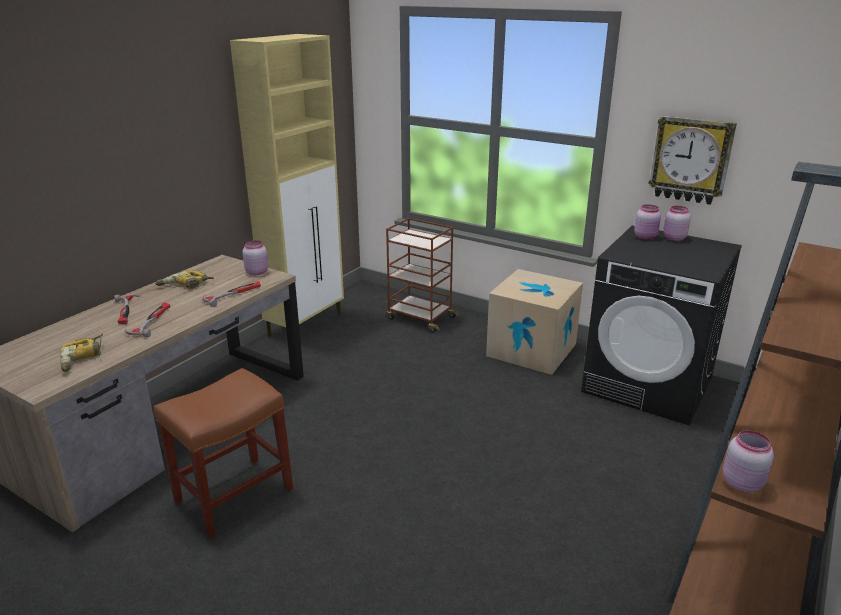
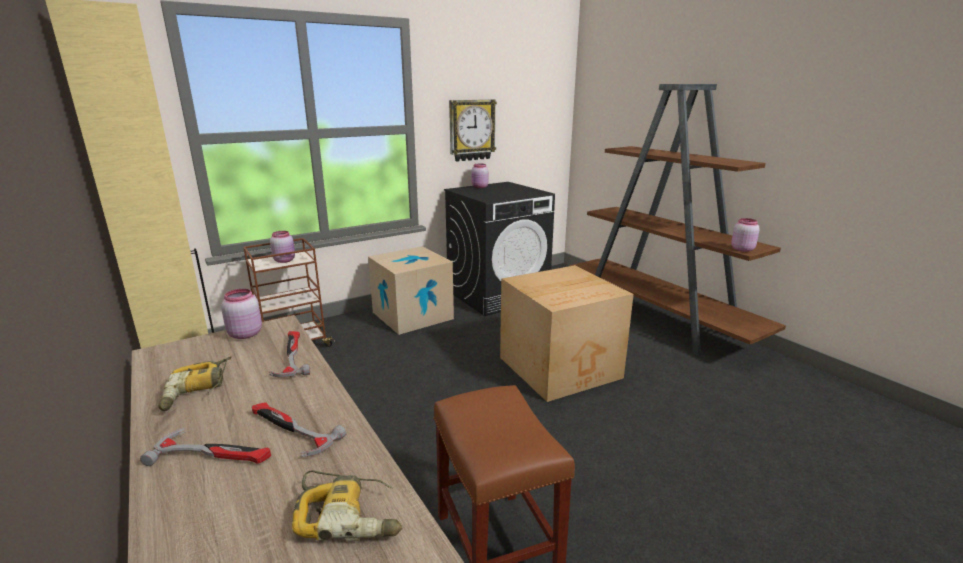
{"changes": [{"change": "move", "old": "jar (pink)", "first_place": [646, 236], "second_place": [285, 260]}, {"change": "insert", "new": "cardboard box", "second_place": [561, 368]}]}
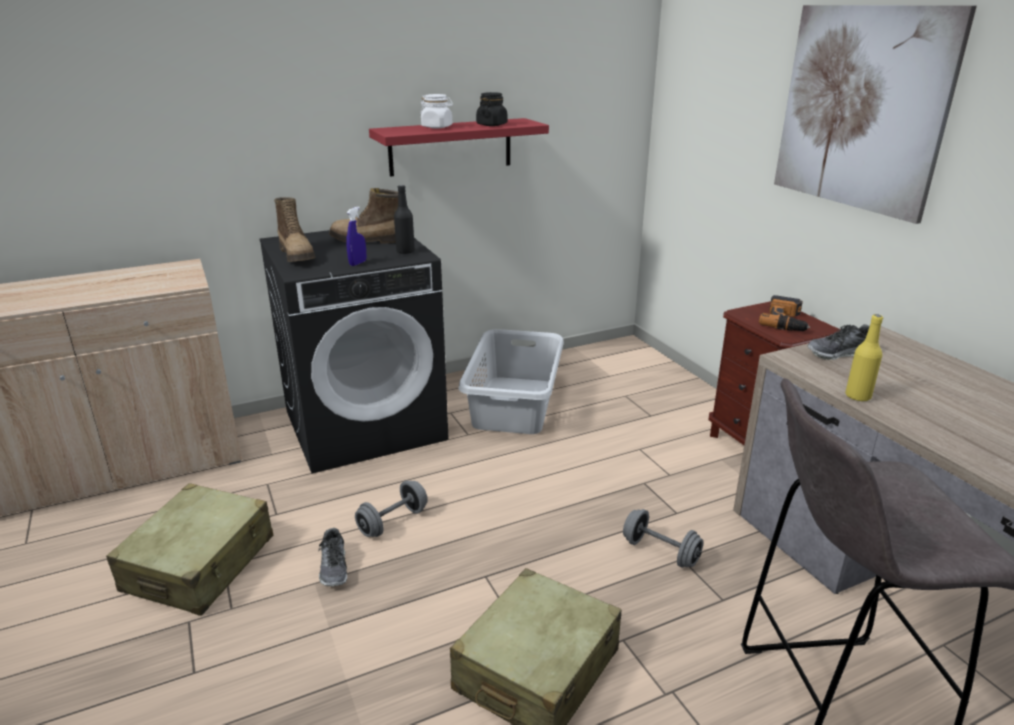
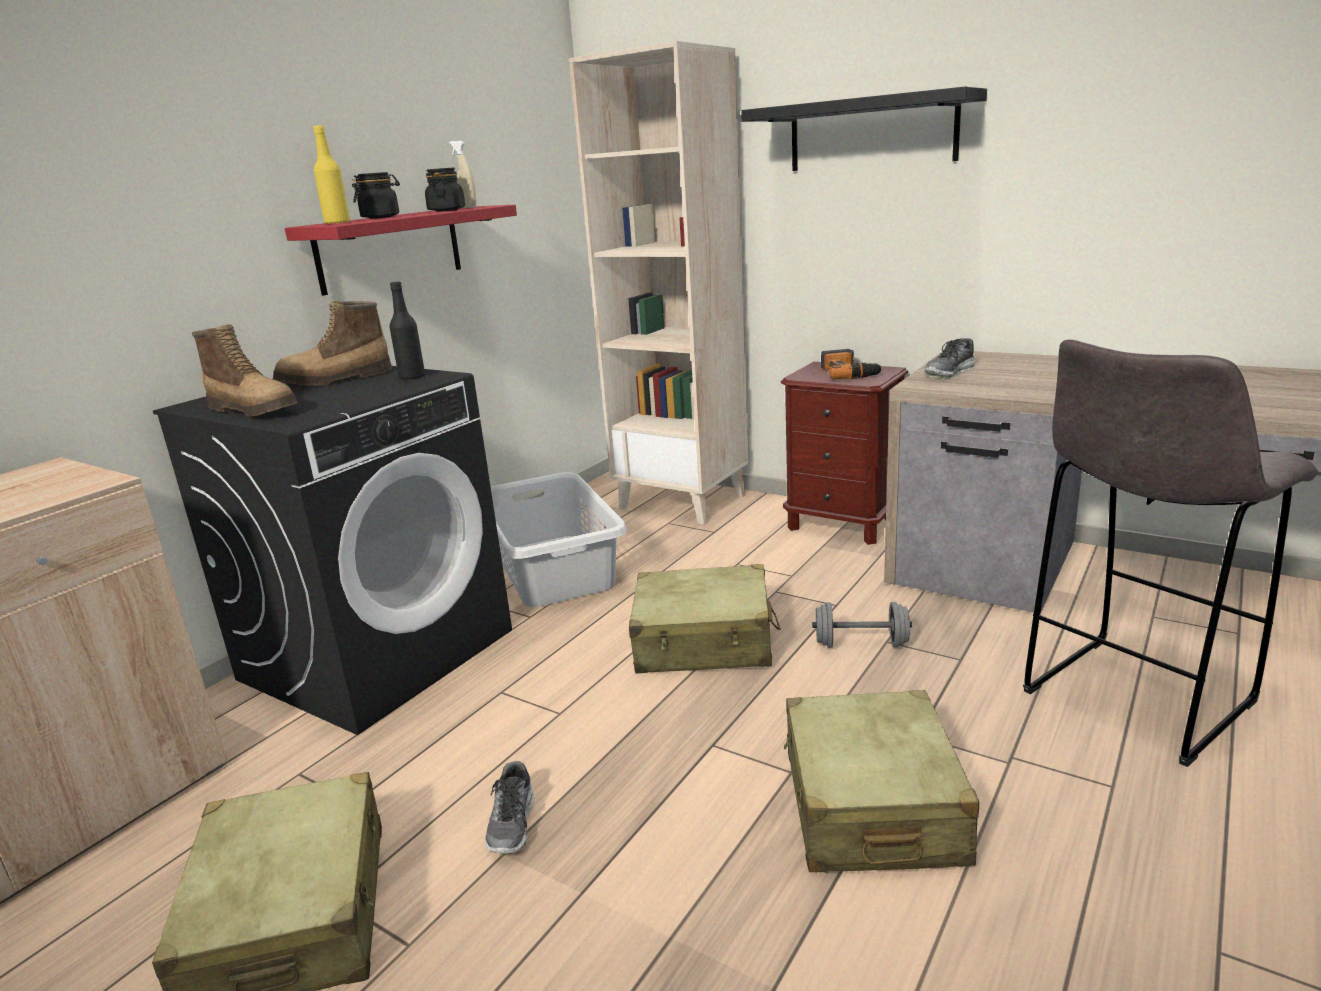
{"changes": [{"change": "rotate", "old": "shoe", "first_place": [334, 568], "second_place": [512, 823], "degrees": 45}, {"change": "delete", "old": "spray bottle (blue)", "first_place": [358, 263]}, {"change": "delete", "old": "dumbbell (grey)", "first_place": [393, 522]}, {"change": "recolor", "old": "jar (white)", "new": "jar (black)", "first_place": [437, 127], "second_place": [381, 217]}, {"change": "replace", "old": "picture", "new": "shelf (black)", "first_place": [861, 109], "second_place": [872, 133]}, {"change": "move", "old": "bottle (yellow)", "first_place": [857, 396], "second_place": [337, 223]}, {"change": "insert", "new": "spray bottle (beige)", "second_place": [466, 208]}, {"change": "insert", "new": "bookcase (beige)", "second_place": [683, 501]}, {"change": "insert", "new": "suitcase (beige)", "second_place": [704, 642]}]}
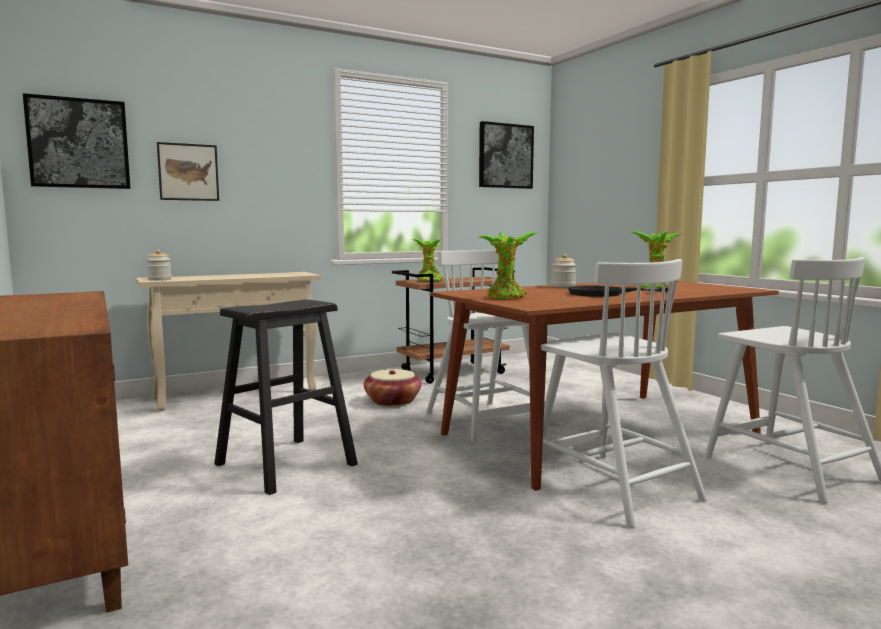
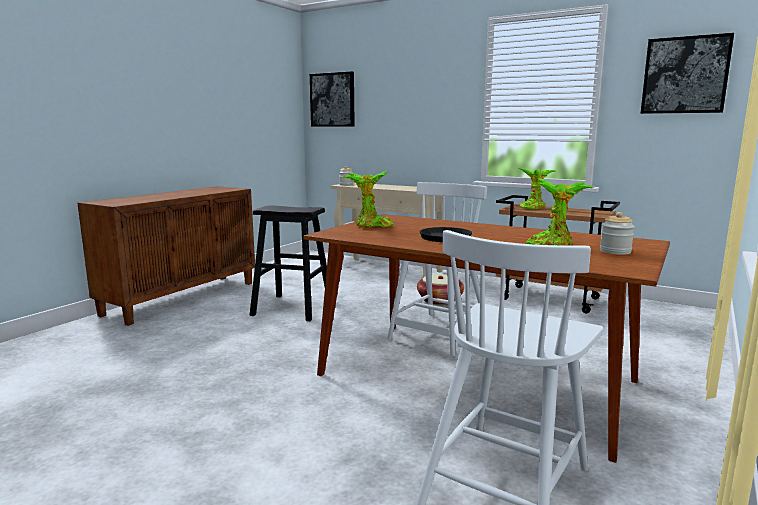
{"changes": [{"change": "delete", "old": "picture", "first_place": [188, 172]}, {"change": "delete", "old": "chair (white)", "first_place": [611, 486]}, {"change": "move", "old": "jar", "first_place": [563, 286], "second_place": [615, 251]}]}
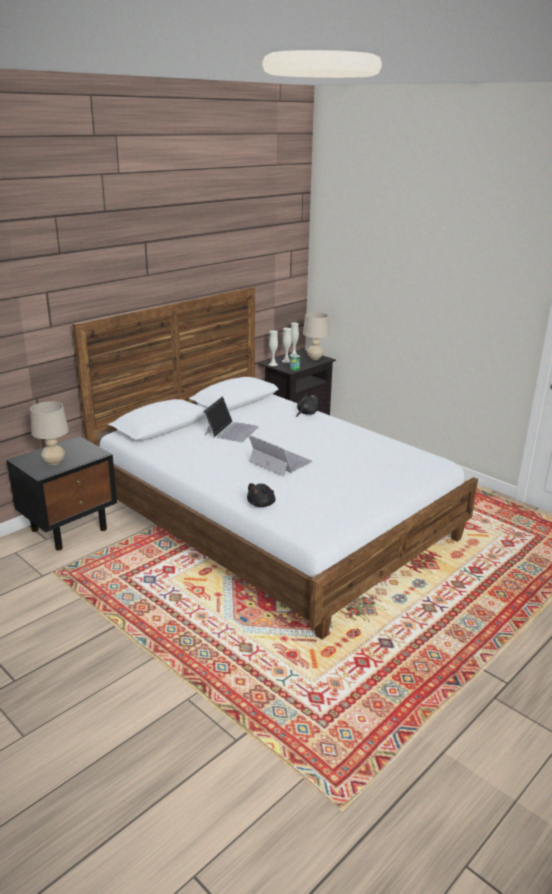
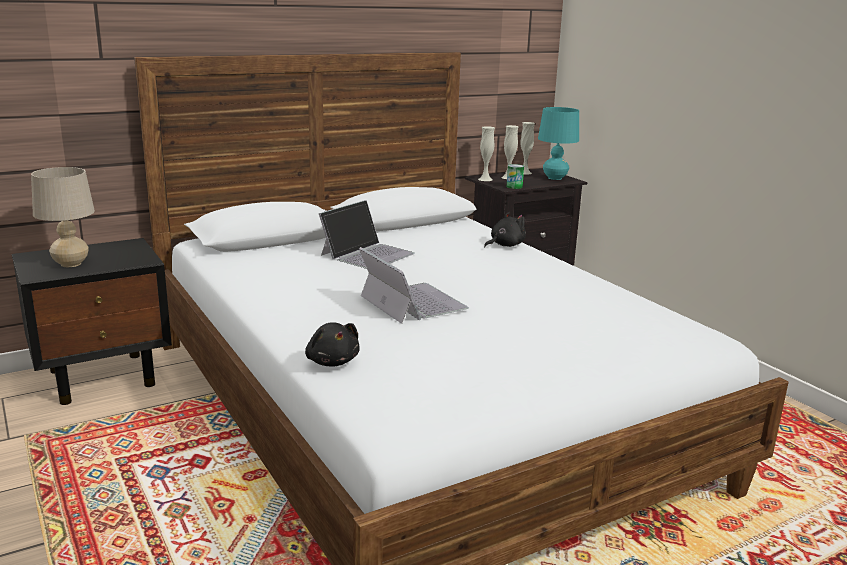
{"changes": [{"change": "rotate", "old": "plush toy (black)", "first_place": [262, 504], "second_place": [332, 361], "degrees": -75}, {"change": "recolor", "old": "table lamp (beige)", "new": "table lamp (turquoise)", "first_place": [314, 358], "second_place": [555, 178]}]}
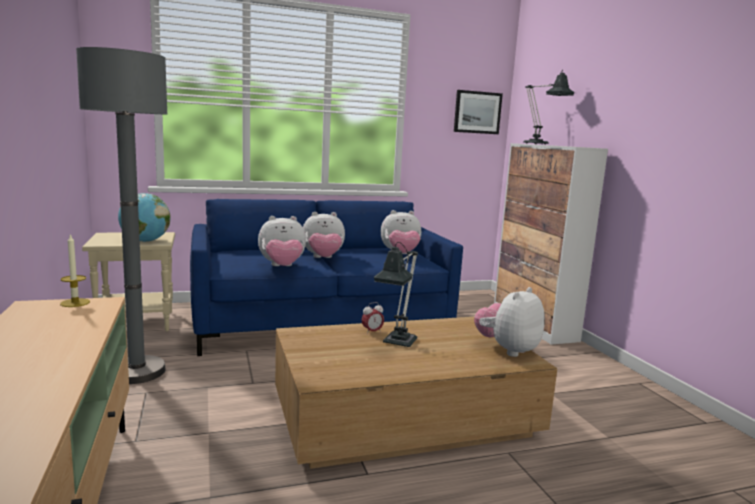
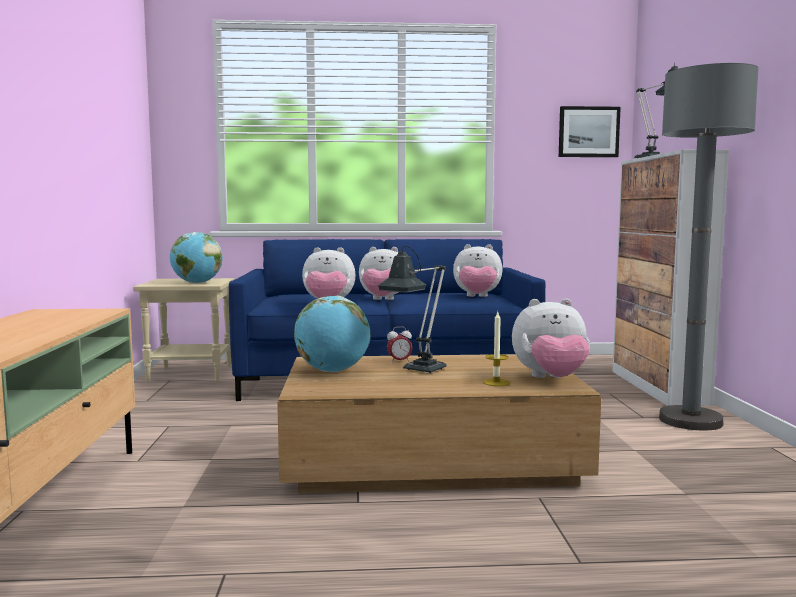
{"changes": [{"change": "move", "old": "candle", "first_place": [75, 303], "second_place": [496, 382]}, {"change": "move", "old": "floor lamp (grey)", "first_place": [137, 372], "second_place": [690, 421]}, {"change": "rotate", "old": "plush toy", "first_place": [507, 350], "second_place": [551, 379], "degrees": -150}, {"change": "insert", "new": "globe", "second_place": [333, 371]}]}
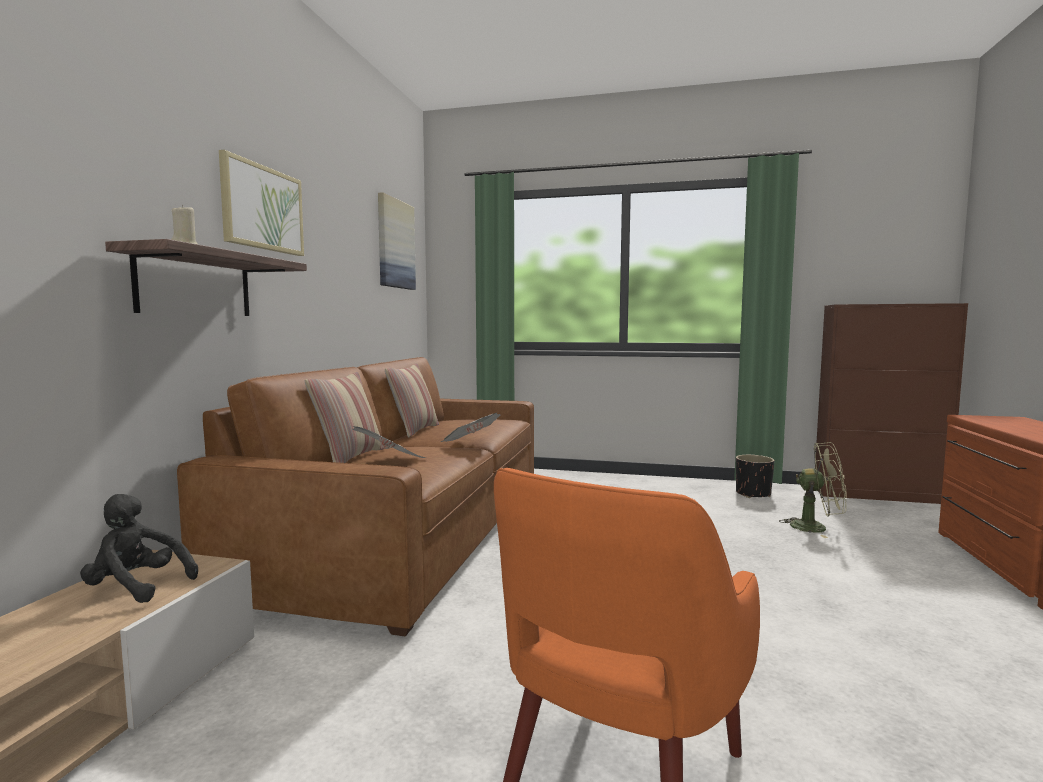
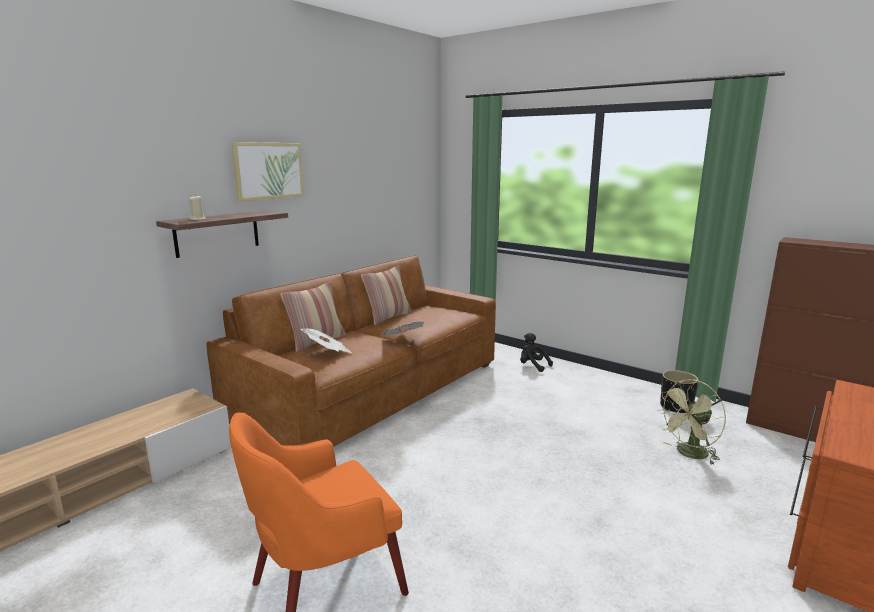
{"changes": [{"change": "move", "old": "plush toy (black)", "first_place": [136, 587], "second_place": [533, 366]}, {"change": "delete", "old": "picture", "first_place": [395, 244]}, {"change": "rotate", "old": "fan (green)", "first_place": [816, 528], "second_place": [689, 454], "degrees": 105}]}
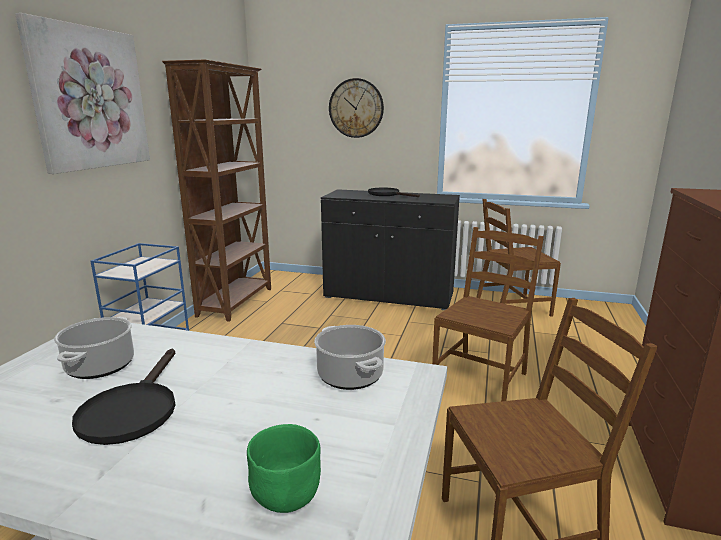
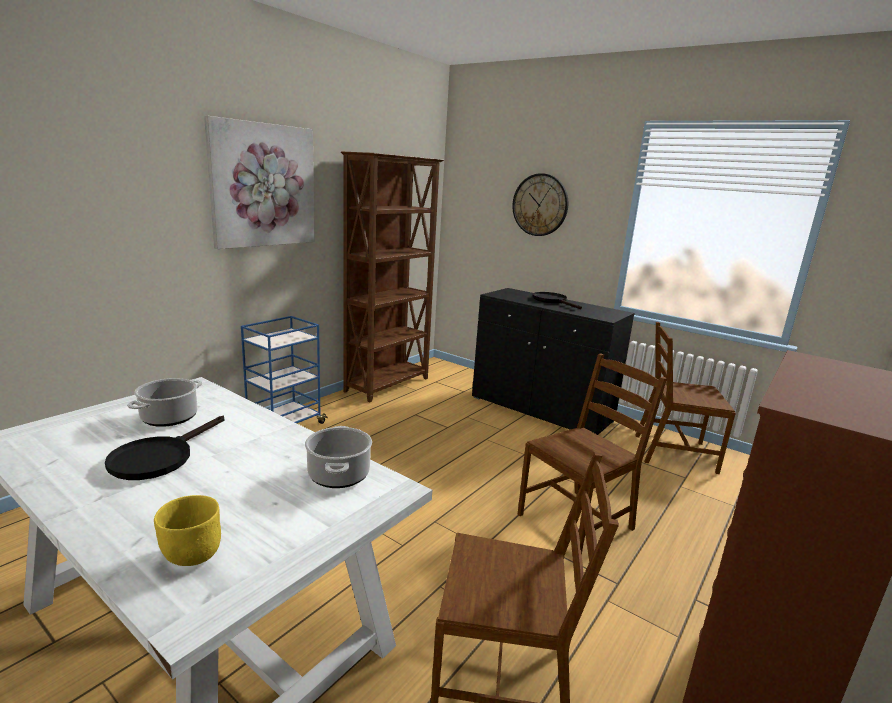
{"changes": [{"change": "recolor", "old": "bowl (green)", "new": "bowl (yellow)", "first_place": [286, 499], "second_place": [192, 556]}]}
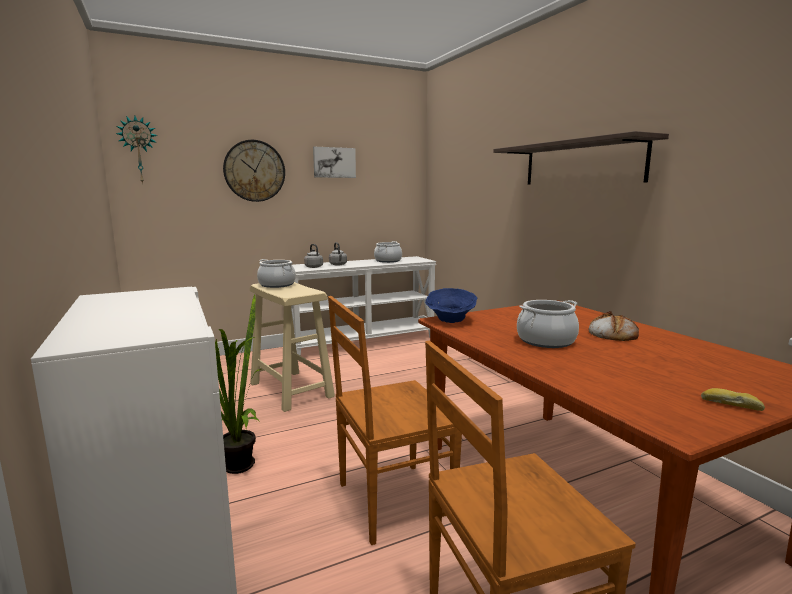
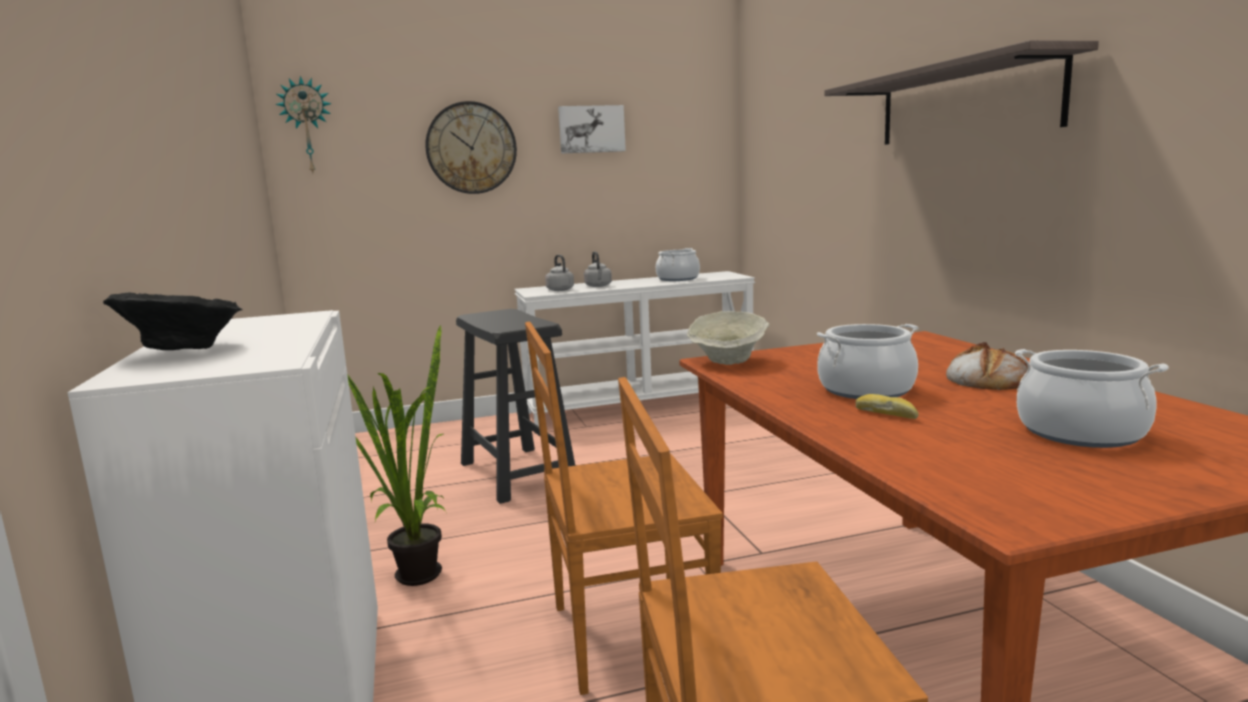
{"changes": [{"change": "recolor", "old": "stool (beige)", "new": "stool (black)", "first_place": [291, 390], "second_place": [517, 473]}, {"change": "move", "old": "cooking pot", "first_place": [277, 285], "second_place": [1080, 432]}, {"change": "recolor", "old": "bowl (blue)", "new": "bowl (beige)", "first_place": [451, 321], "second_place": [728, 362]}, {"change": "move", "old": "bread", "first_place": [731, 405], "second_place": [886, 414]}, {"change": "insert", "new": "bowl (black)", "second_place": [185, 351]}]}
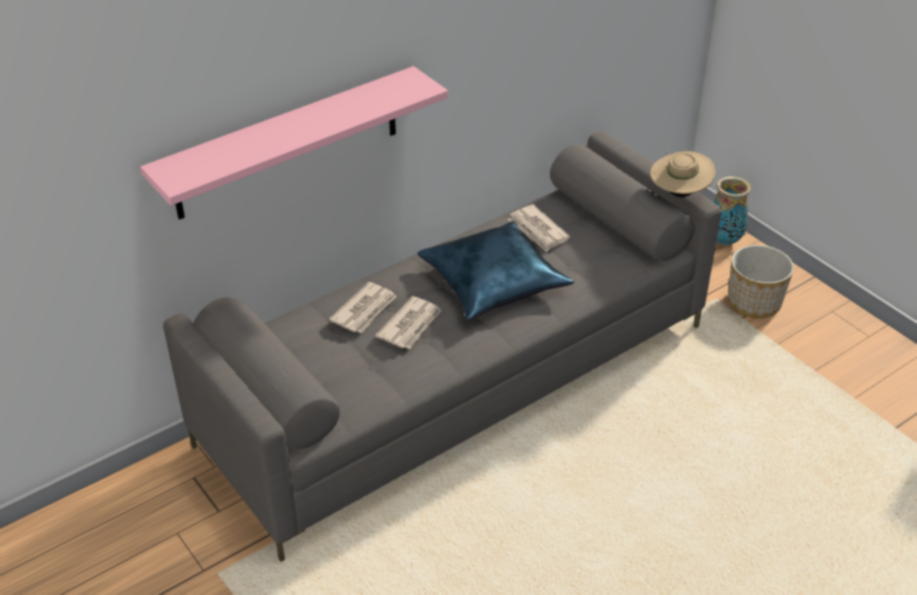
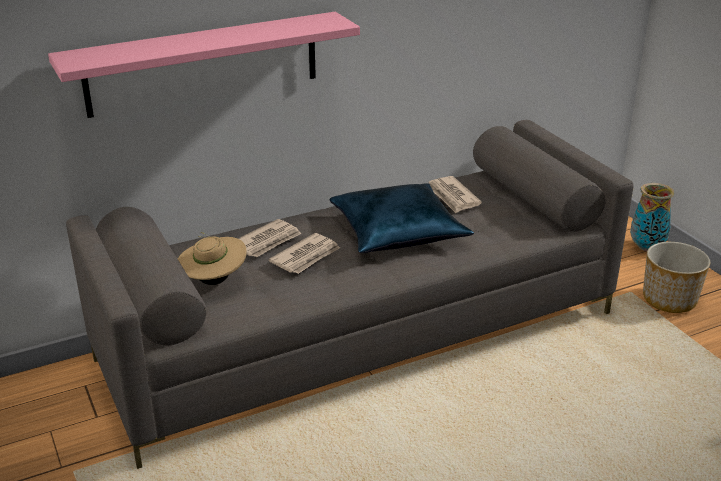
{"changes": [{"change": "move", "old": "hat (beige)", "first_place": [679, 193], "second_place": [213, 281]}]}
